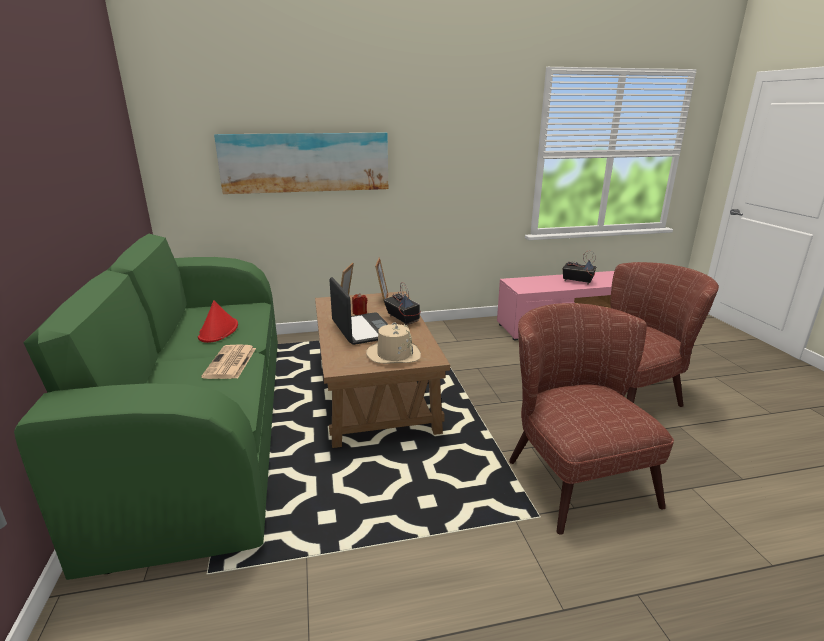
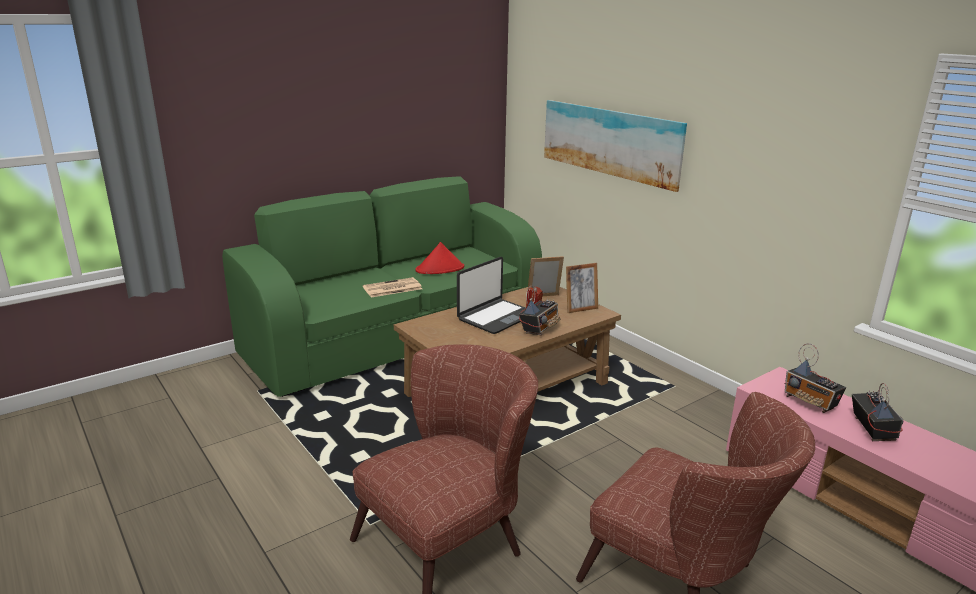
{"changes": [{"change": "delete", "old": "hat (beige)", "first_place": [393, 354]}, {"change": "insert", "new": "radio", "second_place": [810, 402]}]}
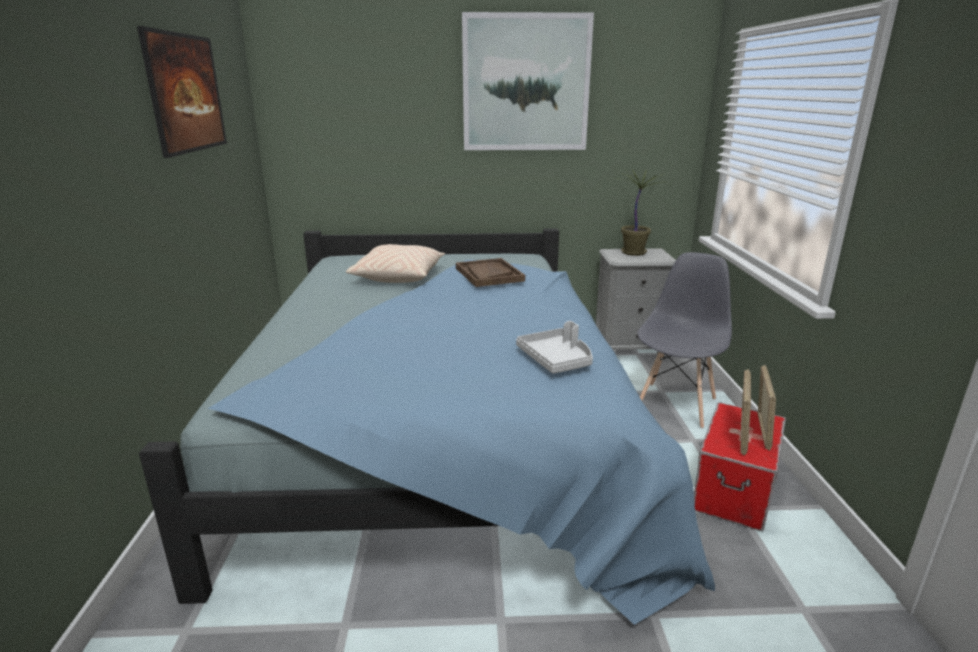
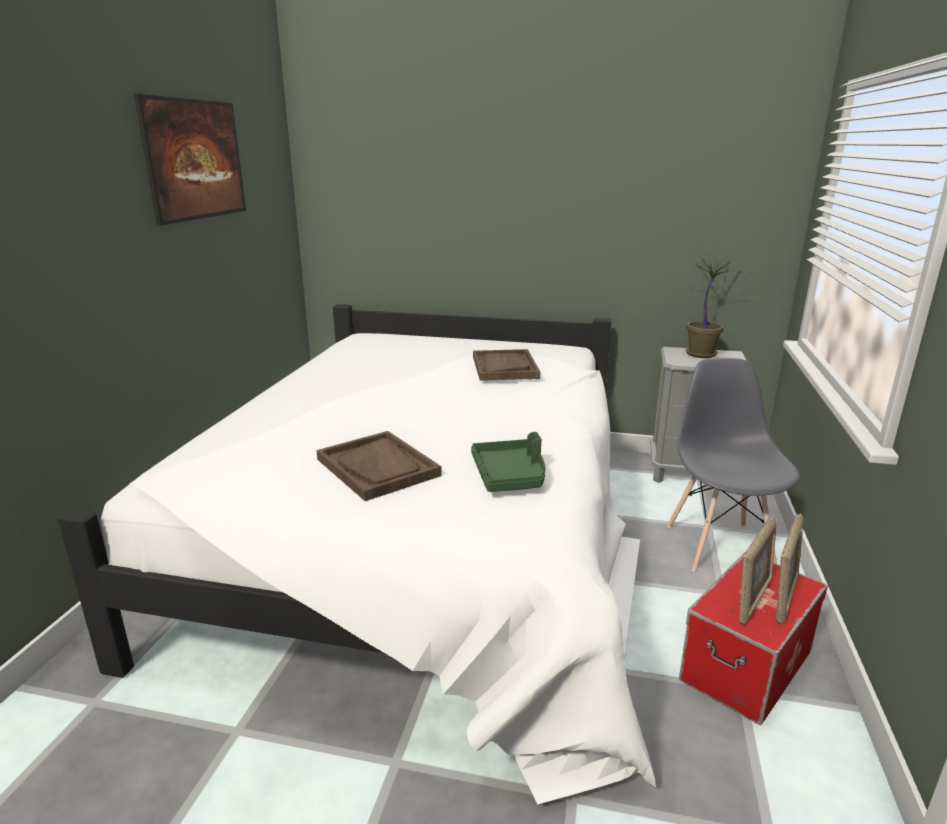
{"changes": [{"change": "recolor", "old": "bed (blue)", "new": "bed (white)", "first_place": [443, 436], "second_place": [428, 543]}, {"change": "delete", "old": "pillow (beige)", "first_place": [398, 276]}, {"change": "delete", "old": "picture", "first_place": [526, 83]}, {"change": "recolor", "old": "tray (grey)", "new": "tray (green)", "first_place": [556, 360], "second_place": [510, 476]}, {"change": "rotate", "old": "chair (grey)", "first_place": [675, 404], "second_place": [719, 546], "degrees": -45}, {"change": "insert", "new": "tray (brown)", "second_place": [378, 467]}]}
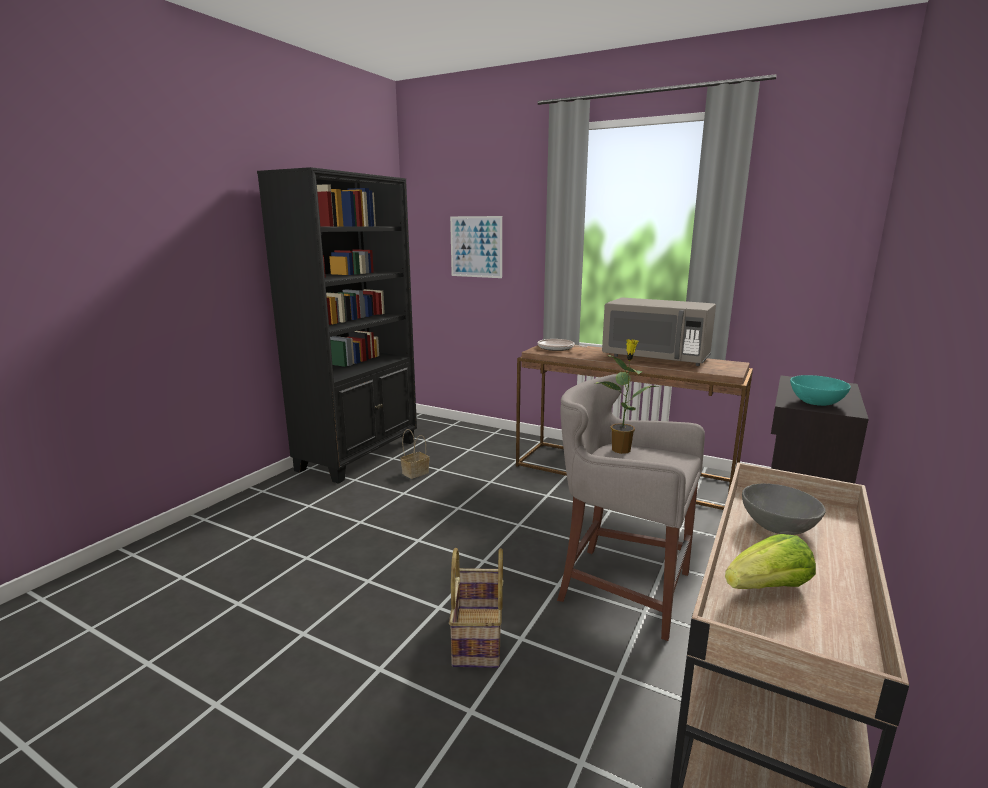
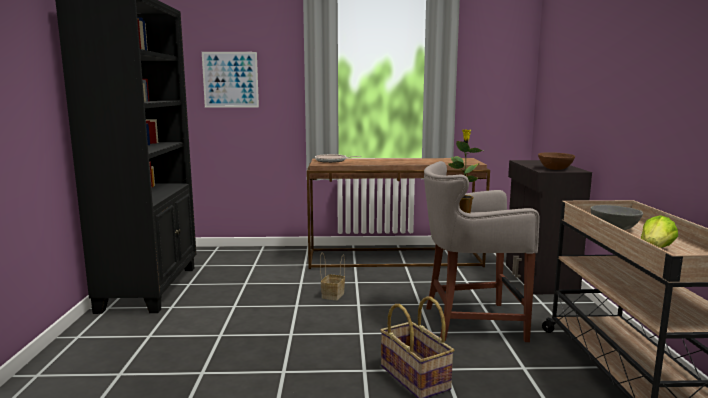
{"changes": [{"change": "move", "old": "basket", "first_place": [416, 472], "second_place": [332, 295]}, {"change": "delete", "old": "microwave (grey)", "first_place": [655, 358]}, {"change": "recolor", "old": "bowl (turquoise)", "new": "bowl (brown)", "first_place": [816, 403], "second_place": [555, 169]}]}
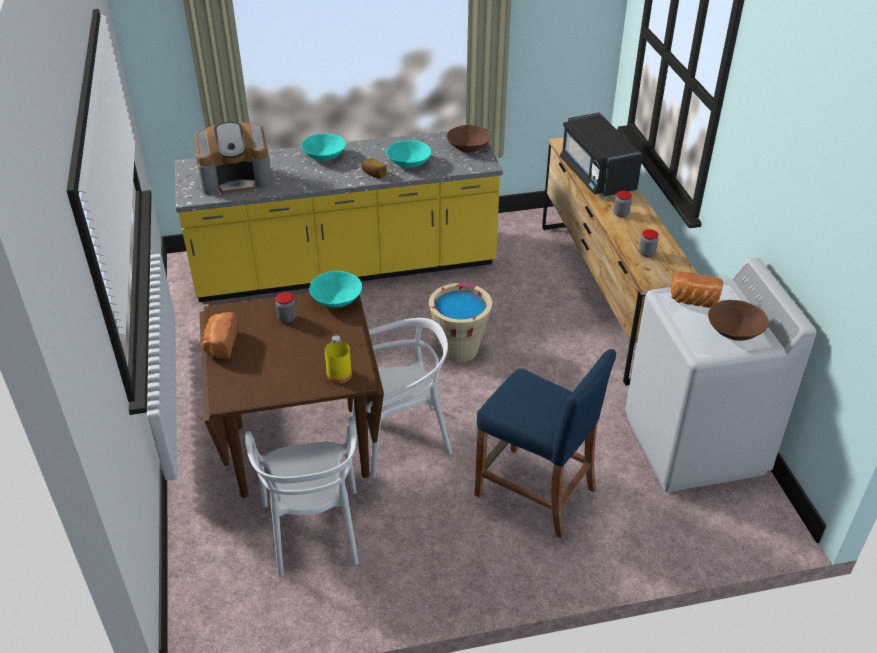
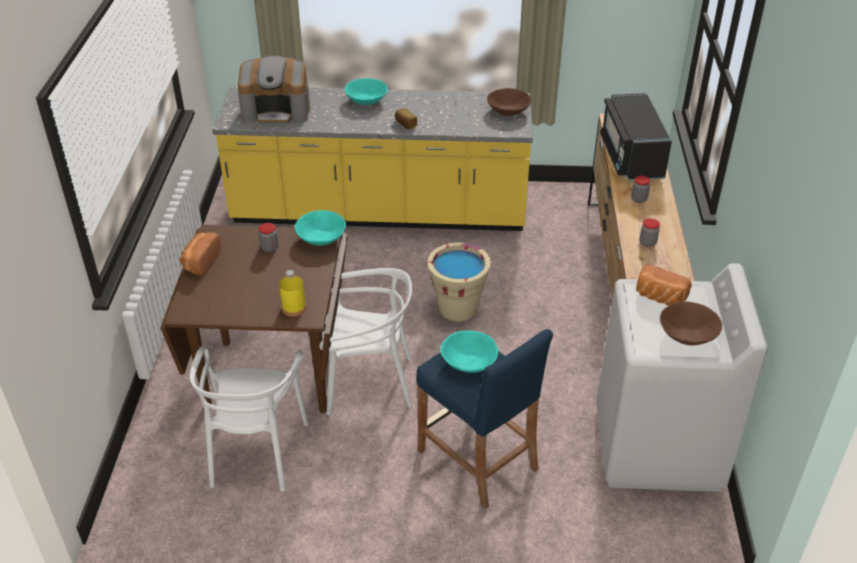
{"changes": [{"change": "move", "old": "bowl (turquoise)", "first_place": [408, 163], "second_place": [468, 362]}]}
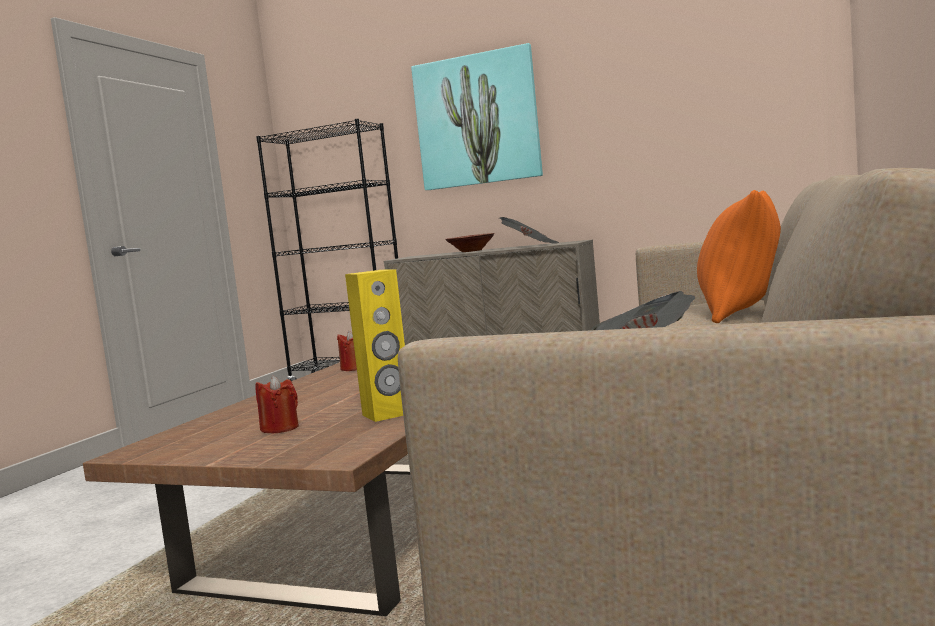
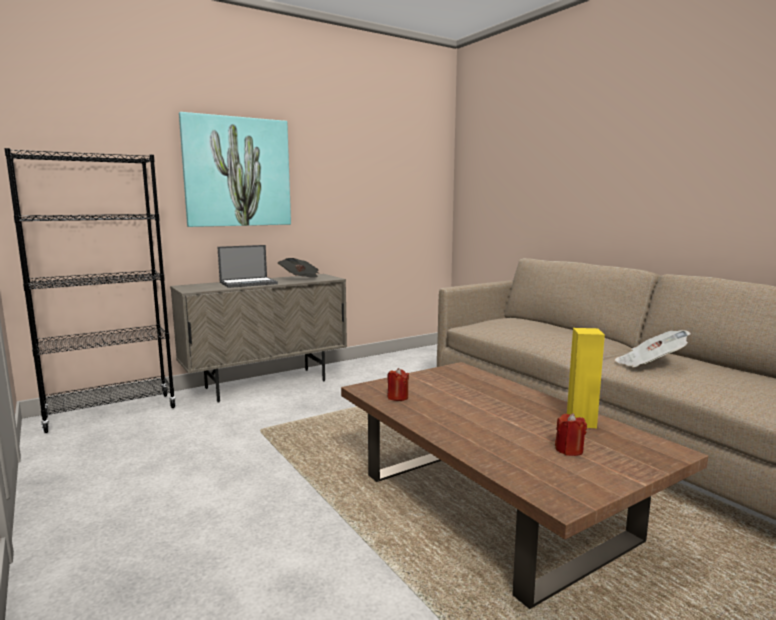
{"changes": [{"change": "replace", "old": "bowl (brown)", "new": "laptop", "first_place": [471, 251], "second_place": [249, 283]}, {"change": "delete", "old": "pillow (orange)", "first_place": [741, 313]}]}
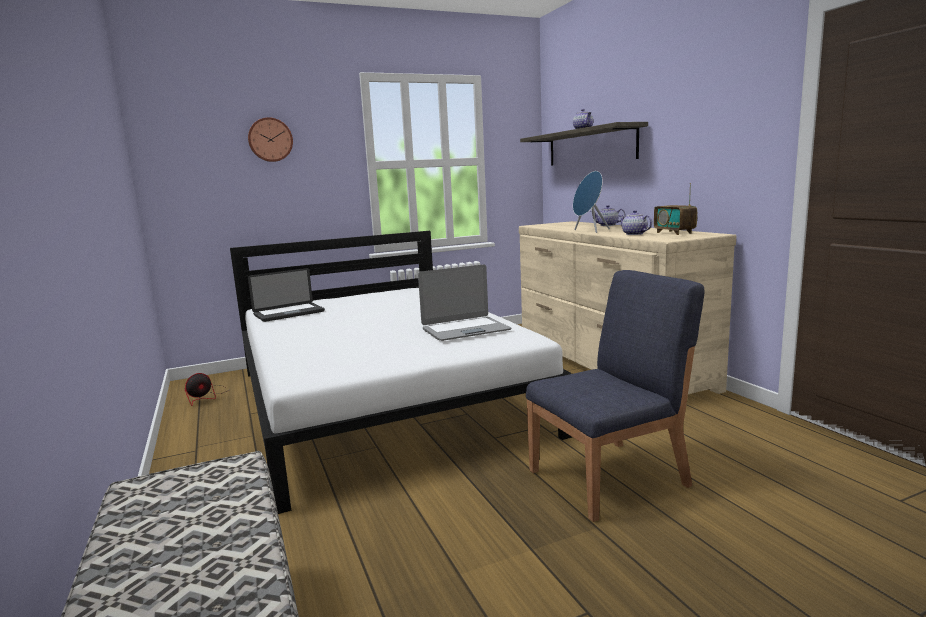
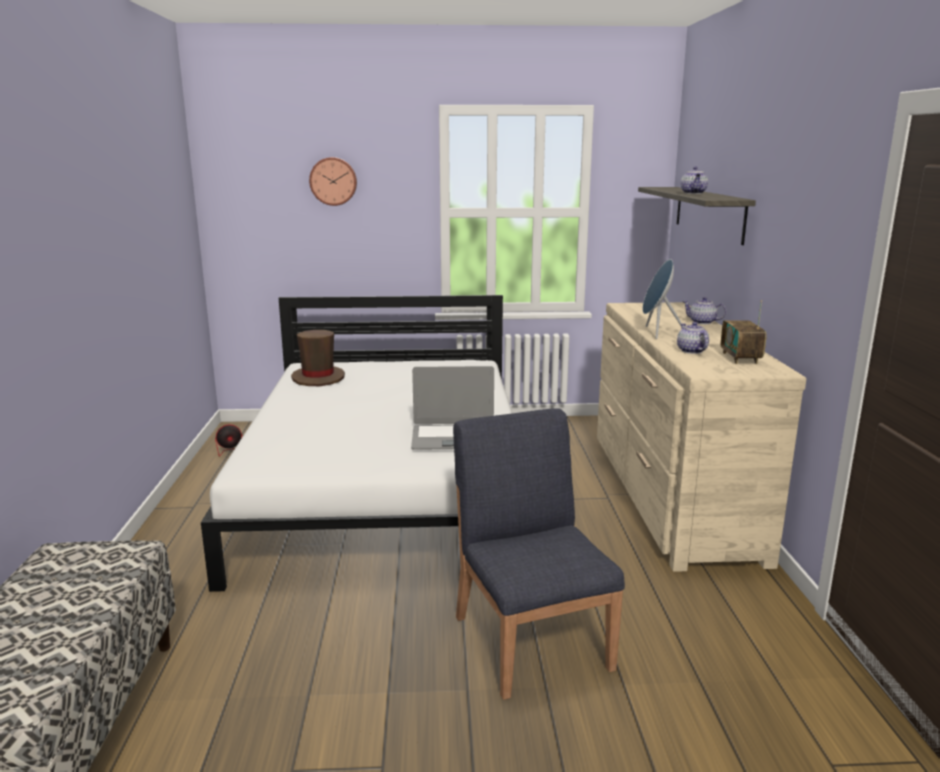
{"changes": [{"change": "replace", "old": "laptop", "new": "hat (brown)", "first_place": [289, 313], "second_place": [318, 378]}, {"change": "rotate", "old": "chair (blue)", "first_place": [610, 477], "second_place": [531, 640], "degrees": -105}]}
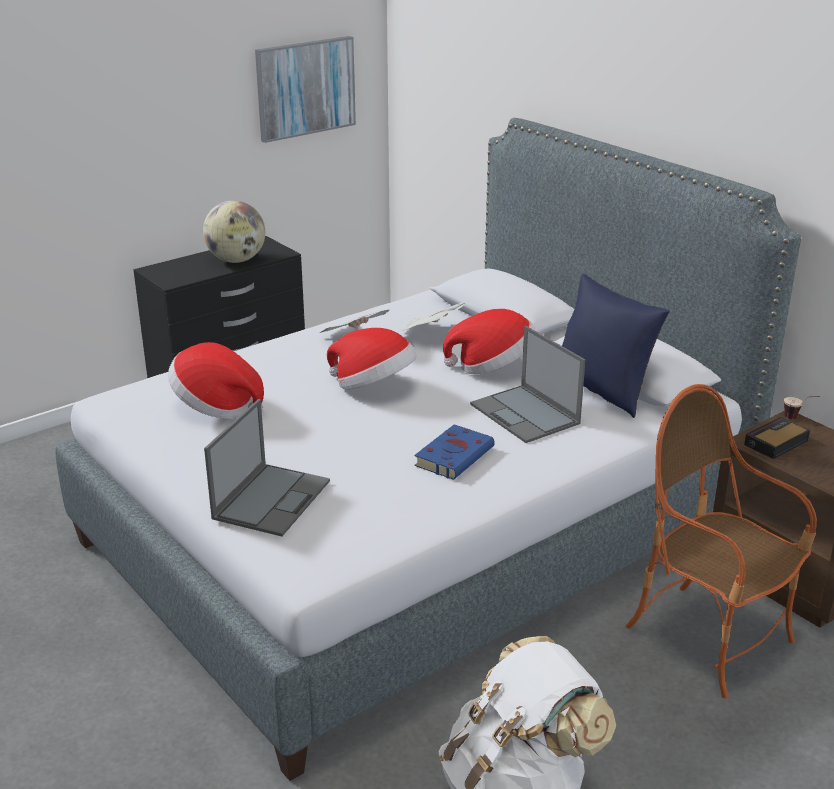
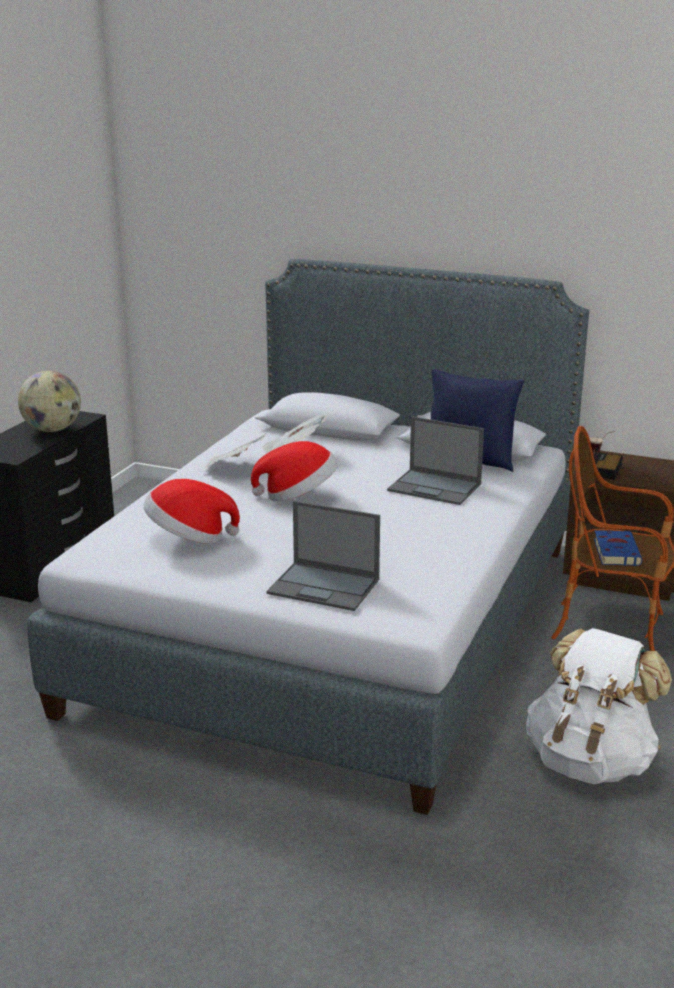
{"changes": [{"change": "rotate", "old": "laptop", "first_place": [272, 499], "second_place": [325, 587], "degrees": 120}, {"change": "delete", "old": "picture", "first_place": [305, 88]}, {"change": "move", "old": "book (blue)", "first_place": [455, 456], "second_place": [616, 551]}, {"change": "delete", "old": "hat", "first_place": [492, 367]}]}
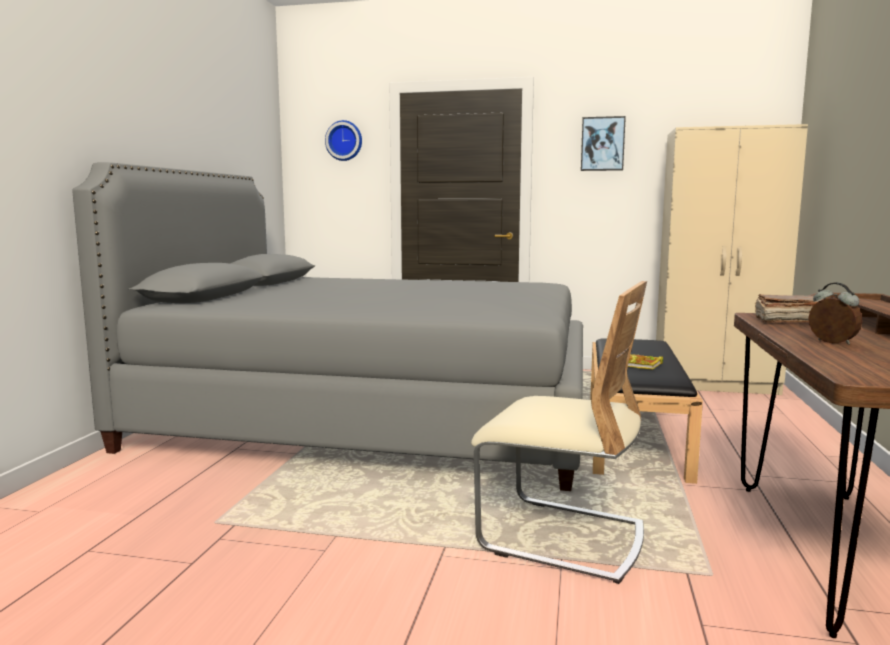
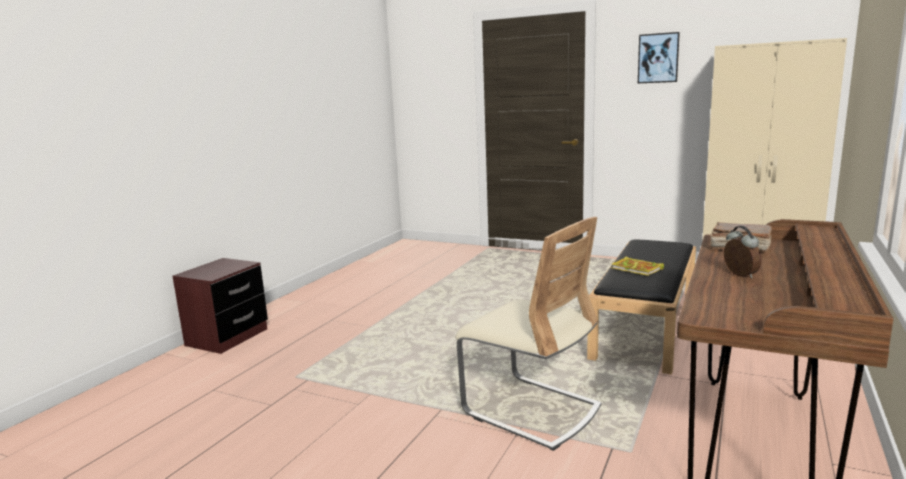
{"changes": [{"change": "delete", "old": "bed (grey)", "first_place": [374, 417]}, {"change": "delete", "old": "wall clock", "first_place": [344, 141]}, {"change": "insert", "new": "nightstand (brown)", "second_place": [227, 337]}]}
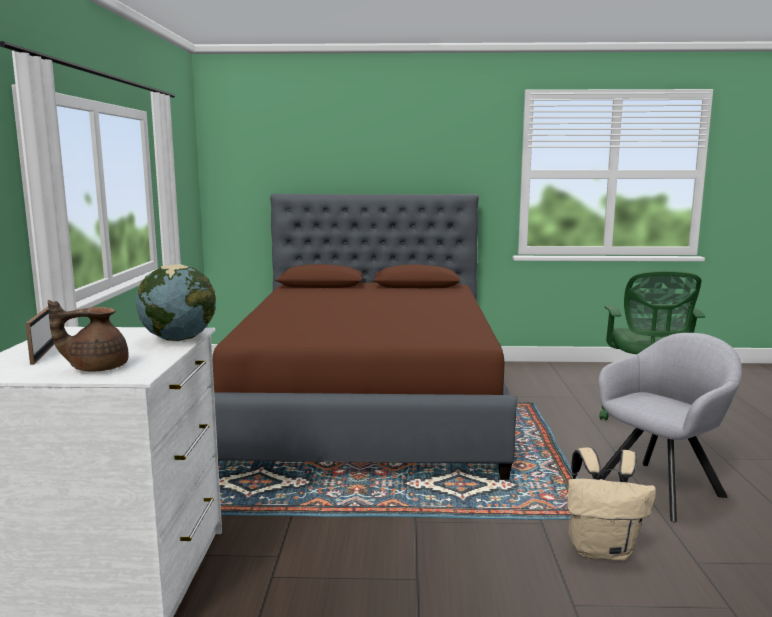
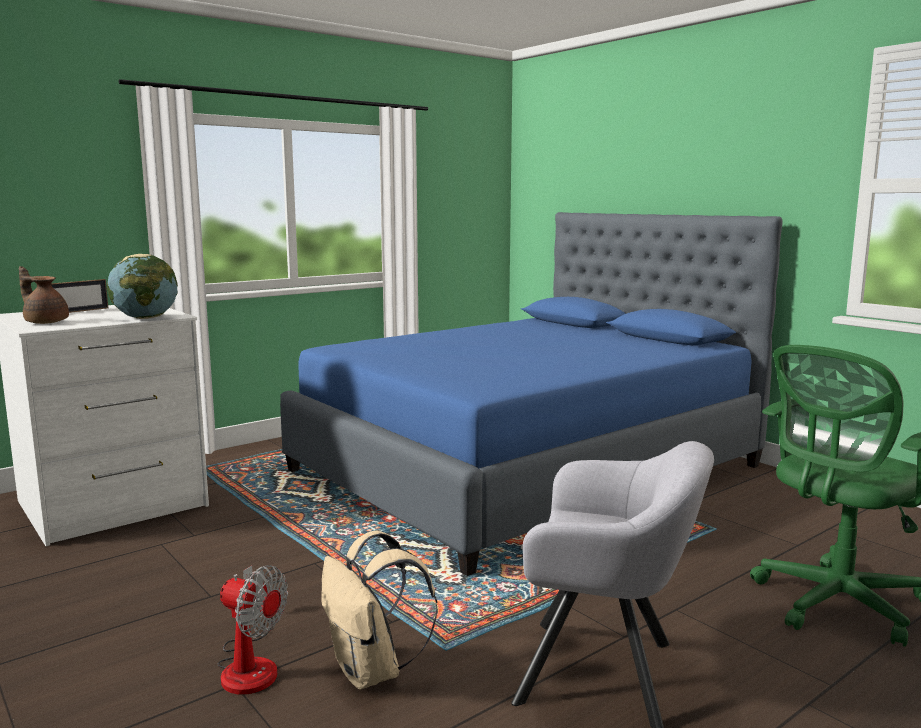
{"changes": [{"change": "recolor", "old": "bed (brown)", "new": "bed (blue)", "first_place": [368, 407], "second_place": [526, 468]}, {"change": "insert", "new": "fan", "second_place": [250, 664]}]}
